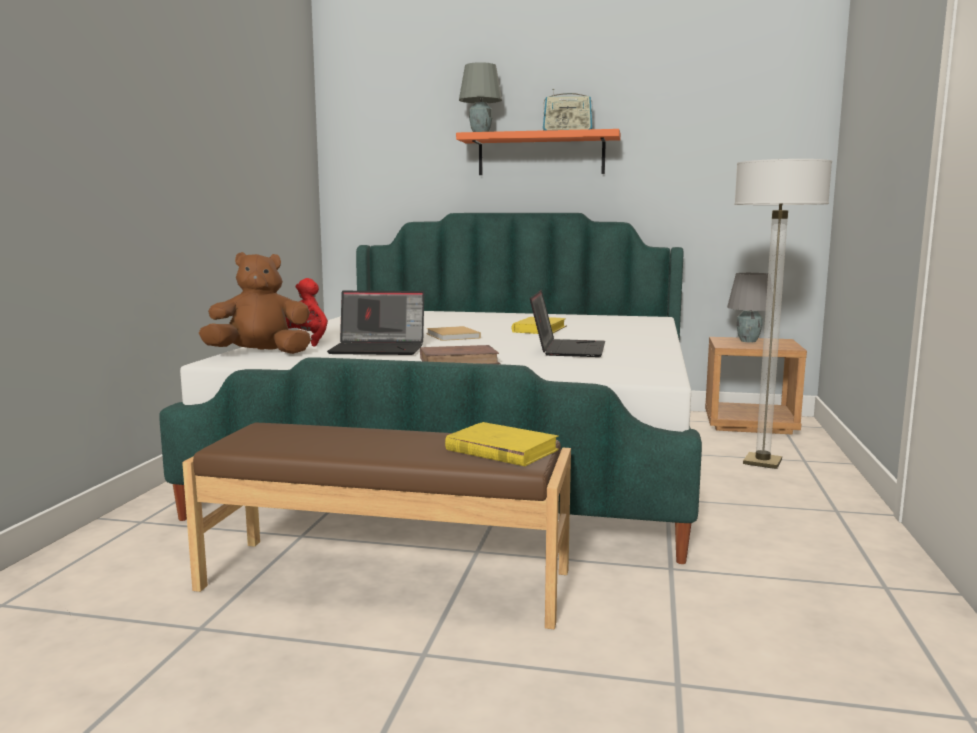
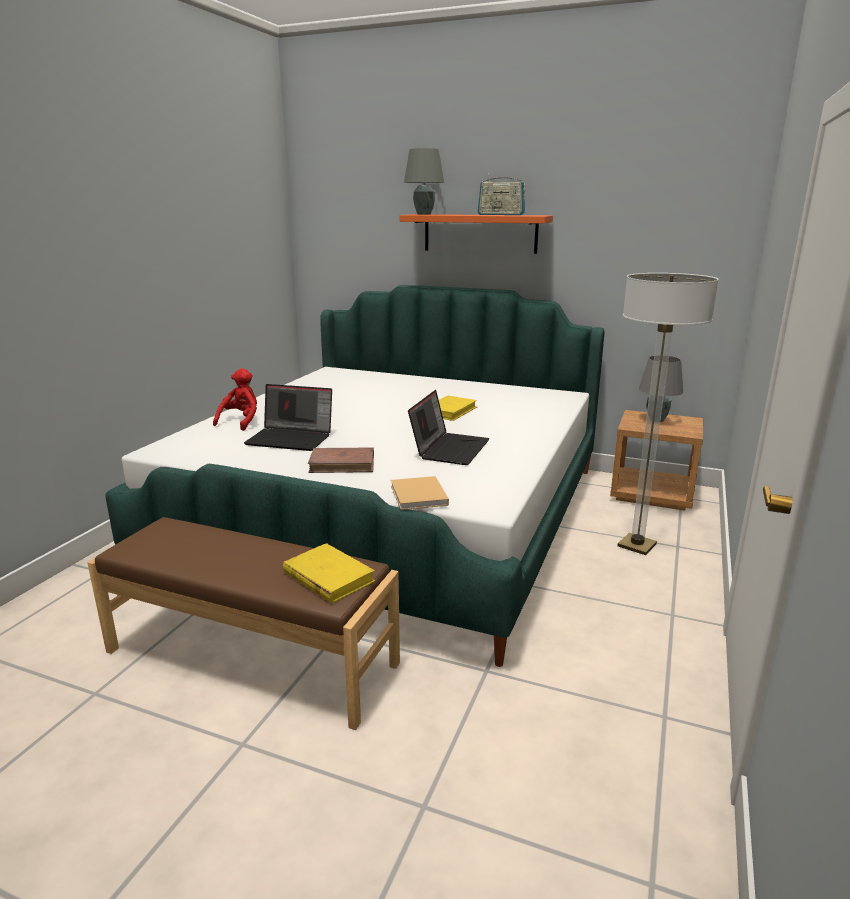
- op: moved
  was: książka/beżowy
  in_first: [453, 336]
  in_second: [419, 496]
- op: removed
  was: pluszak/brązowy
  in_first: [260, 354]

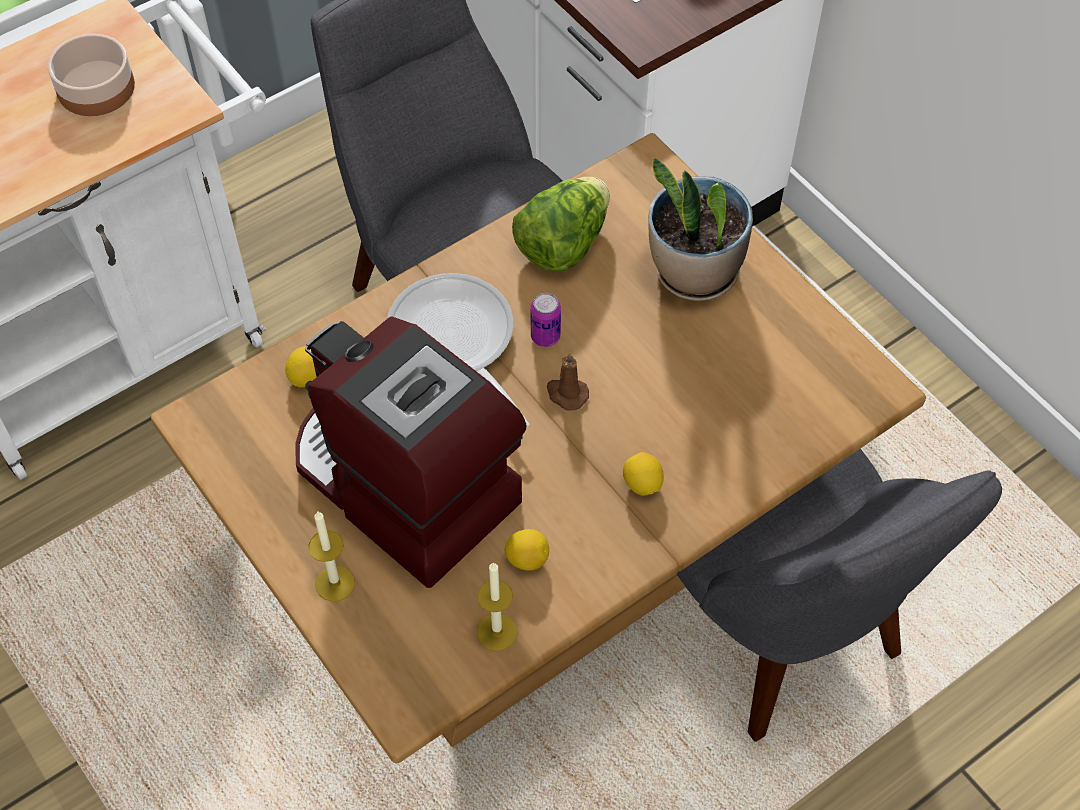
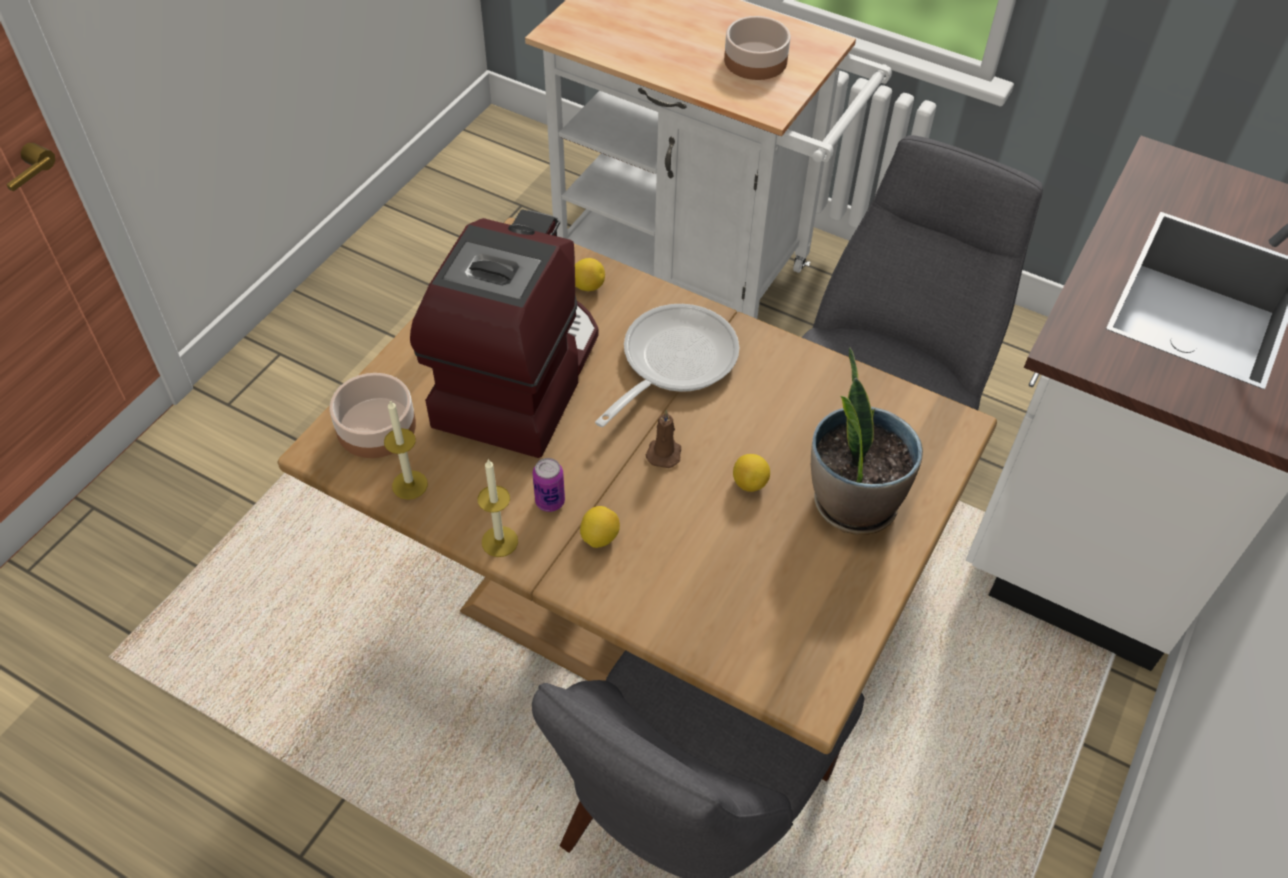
- op: added
  now: miska
  in_second: [376, 426]
- op: moved
  was: świeca
  in_first: [335, 583]
  in_second: [499, 541]
- op: moved
  was: puszka
  in_first: [545, 336]
  in_second: [550, 501]
- op: moved
  was: cytryna
  in_first: [527, 559]
  in_second: [749, 483]
- op: removed
  was: sałata
  in_first: [563, 244]

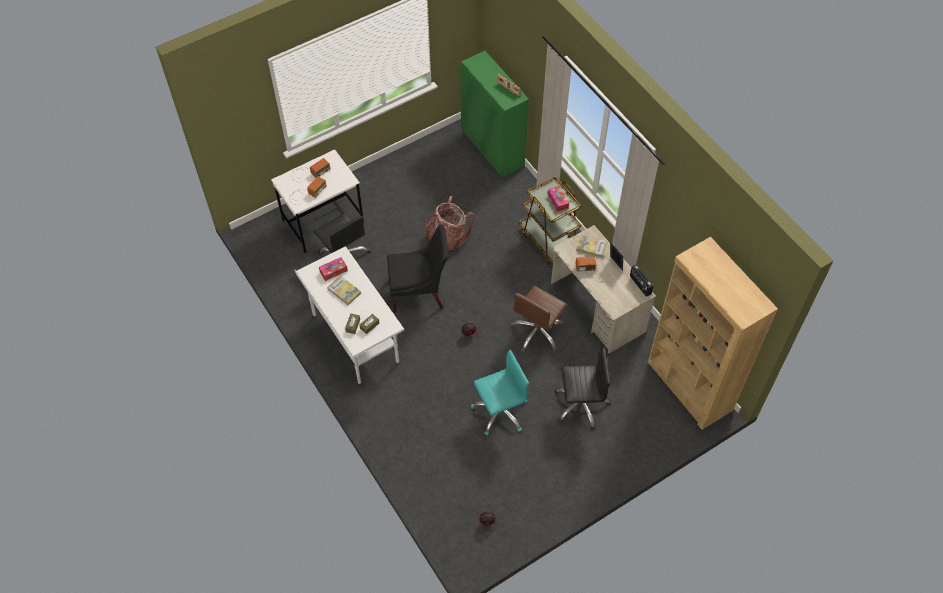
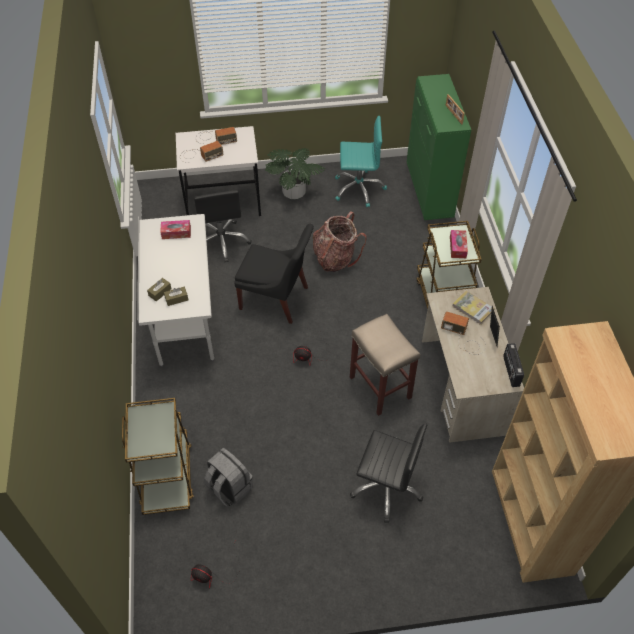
- op: added
  now: wózek/brązowy
  in_second: [167, 476]
- op: added
  now: plecak/szary
  in_second: [229, 488]
- op: added
  now: roślina doniczkowa
  in_second: [294, 193]
- op: moved
  was: krzesło biurowe/turkusowy
  in_first: [500, 411]
  in_second: [358, 188]
- op: replaced
  was: krzesło biurowe/brązowy
  now: stołek/beżowy
  in_first: [537, 332]
  in_second: [379, 387]
- op: removed
  was: książka
  in_first: [344, 291]

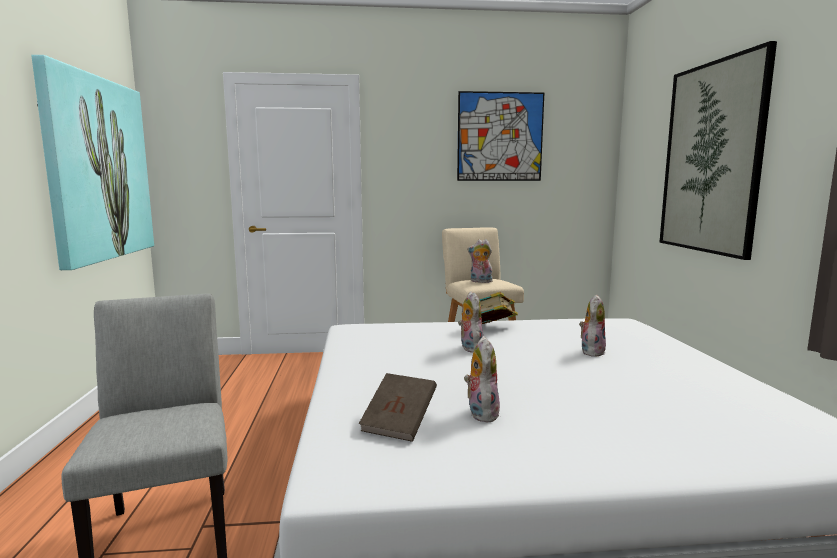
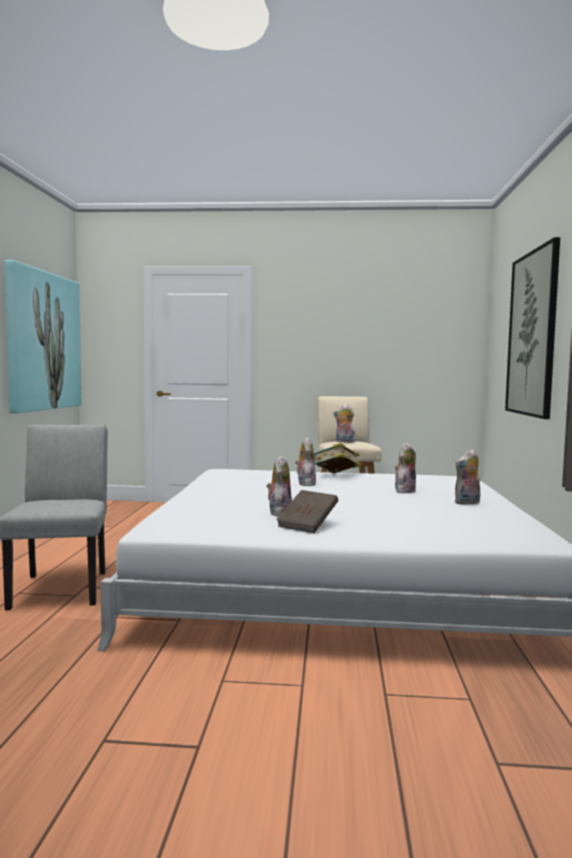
- op: moved
  was: książka/brązowy
  in_first: [399, 423]
  in_second: [307, 525]
- op: added
  now: pluszak
  in_second: [467, 503]
- op: removed
  was: obraz
  in_first: [500, 137]

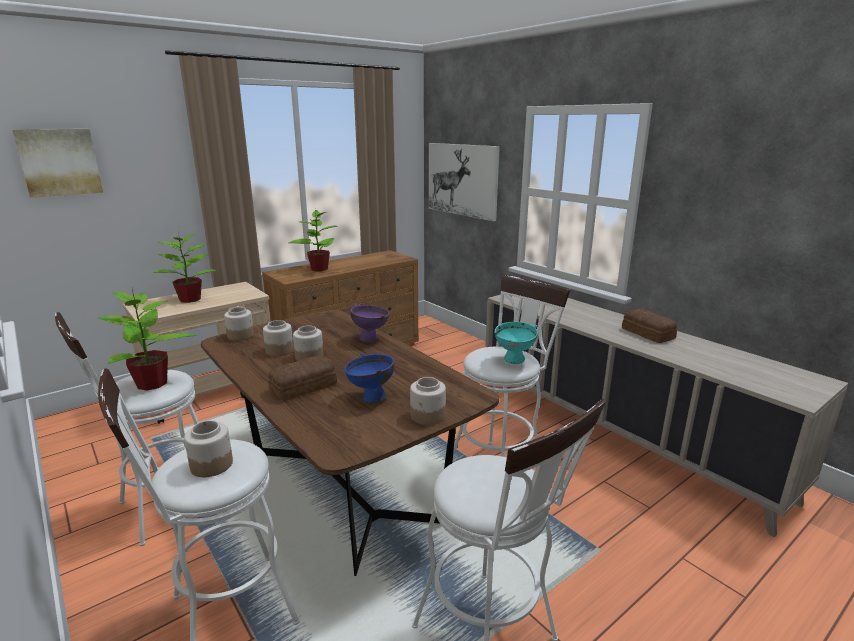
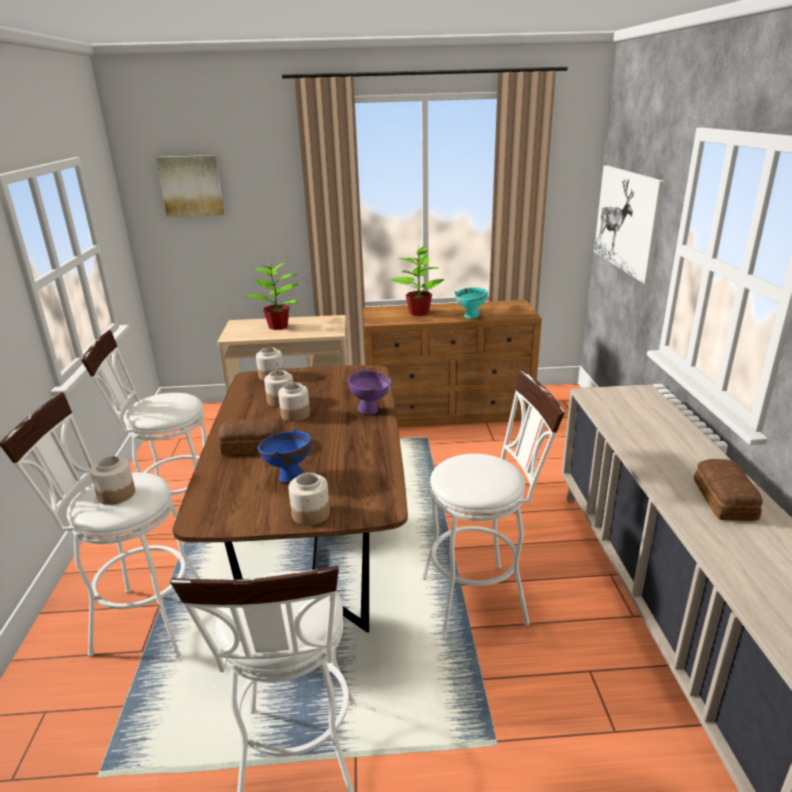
- op: moved
  was: miska/turkusowy
  in_first: [514, 361]
  in_second: [471, 317]
- op: removed
  was: roślina doniczkowa
  in_first: [152, 384]

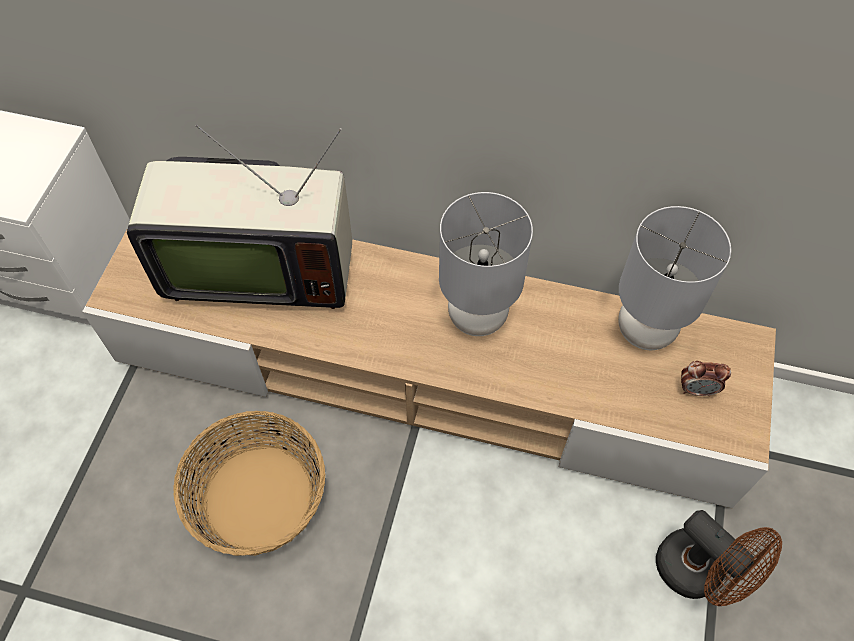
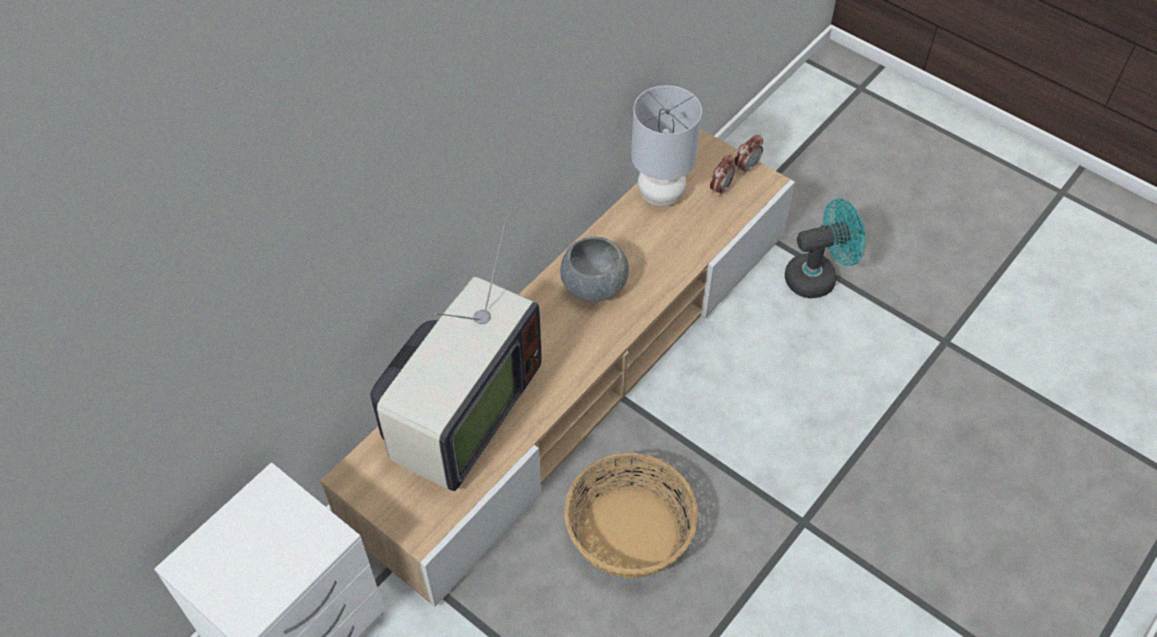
- op: replaced
  was: lampa stołowa/szary
  now: miska/szary
  in_first: [477, 316]
  in_second: [594, 285]
- op: added
  now: budzik
  in_second: [746, 167]
- op: recoloured
  was: wentylator/brązowy
  now: wentylator/turkusowy
  in_first: [699, 573]
  in_second: [818, 276]

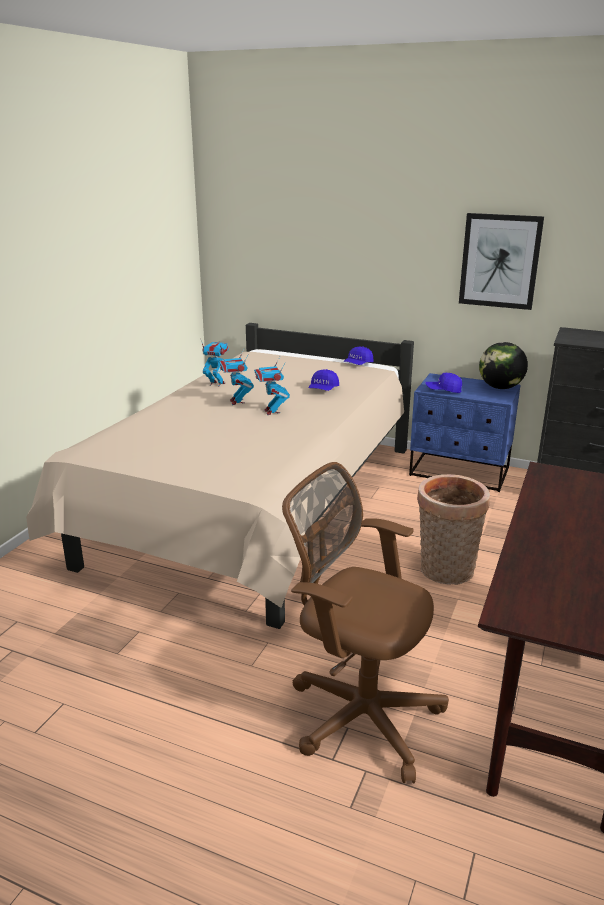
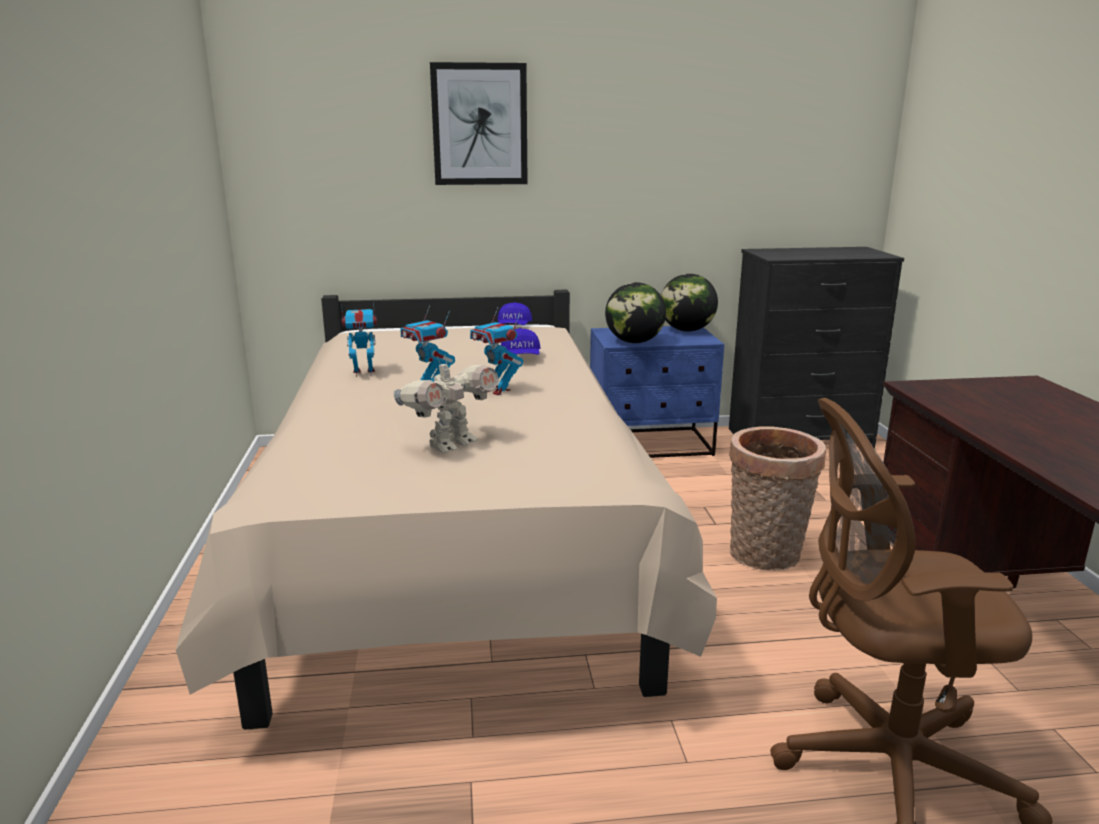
- op: added
  now: robot zabawkowy
  in_second: [450, 444]
- op: moved
  was: obraz
  in_first: [500, 261]
  in_second: [479, 124]
- op: replaced
  was: czapka z daszkiem/niebieski
  now: globus
  in_first: [443, 390]
  in_second: [634, 342]

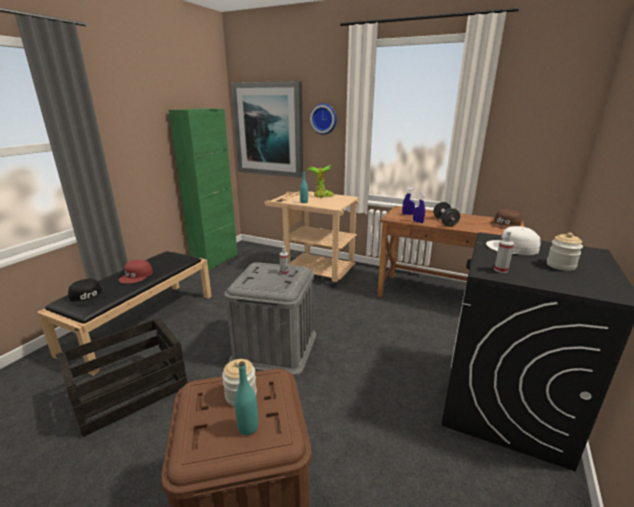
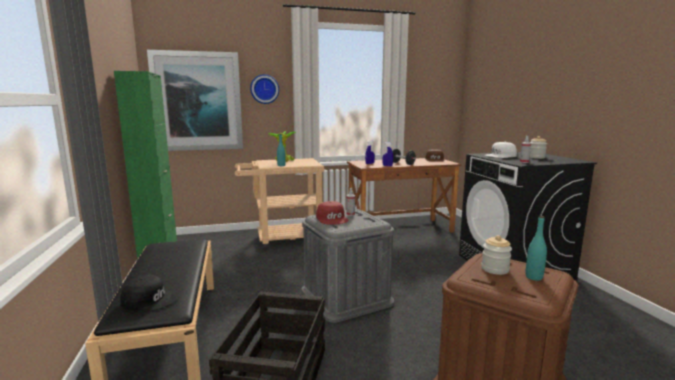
- op: moved
  was: czapka z daszkiem/czerwony
  in_first: [136, 276]
  in_second: [332, 219]

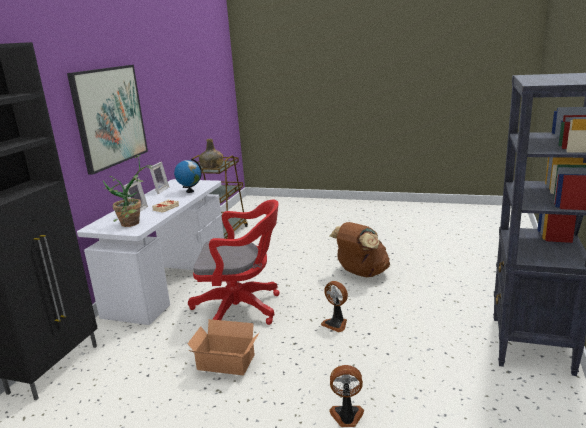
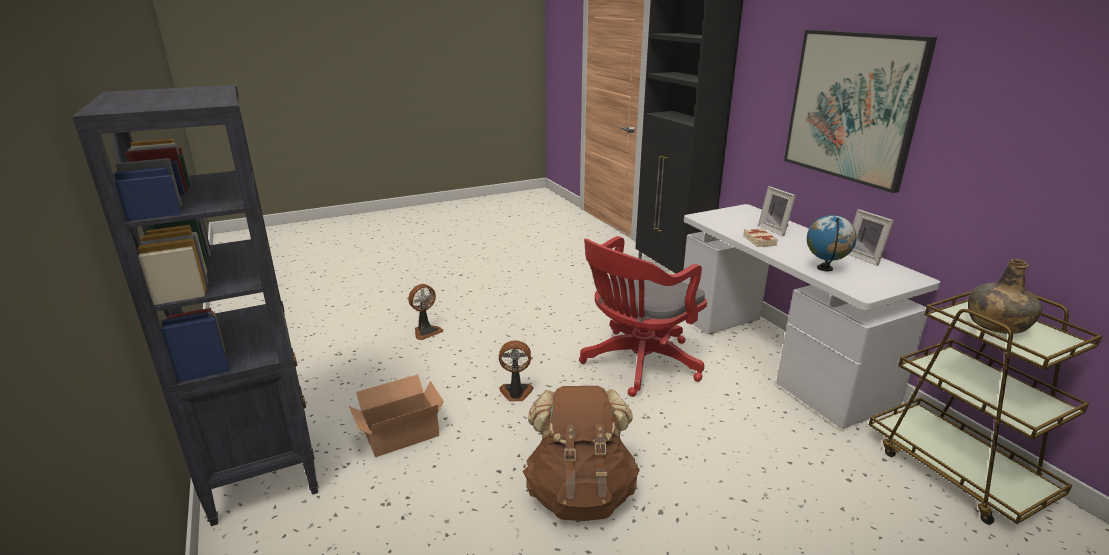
- op: moved
  was: karton
  in_first: [226, 364]
  in_second: [399, 433]
- op: removed
  was: roślina doniczkowa
  in_first: [134, 224]

